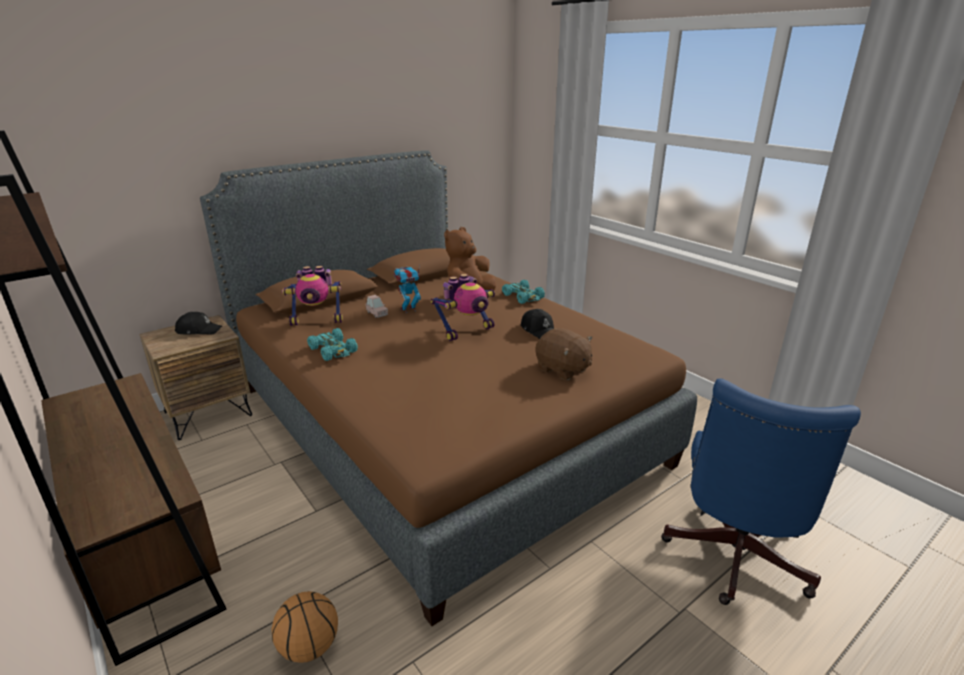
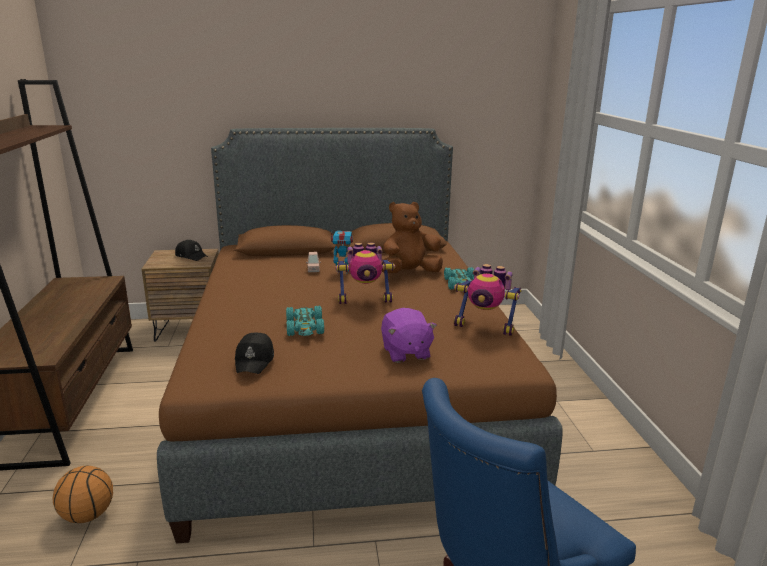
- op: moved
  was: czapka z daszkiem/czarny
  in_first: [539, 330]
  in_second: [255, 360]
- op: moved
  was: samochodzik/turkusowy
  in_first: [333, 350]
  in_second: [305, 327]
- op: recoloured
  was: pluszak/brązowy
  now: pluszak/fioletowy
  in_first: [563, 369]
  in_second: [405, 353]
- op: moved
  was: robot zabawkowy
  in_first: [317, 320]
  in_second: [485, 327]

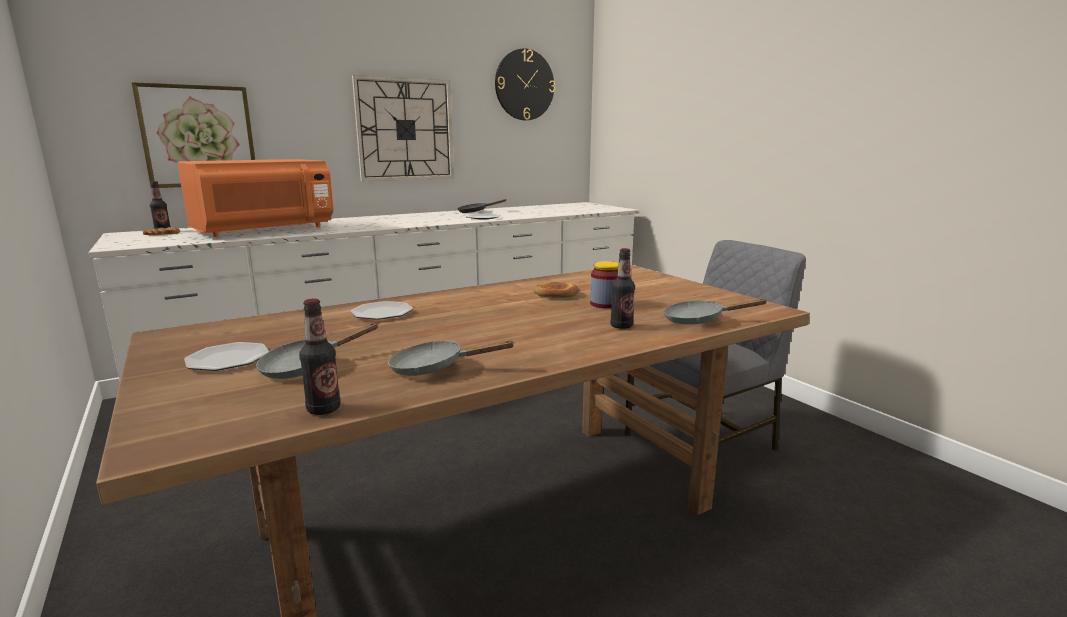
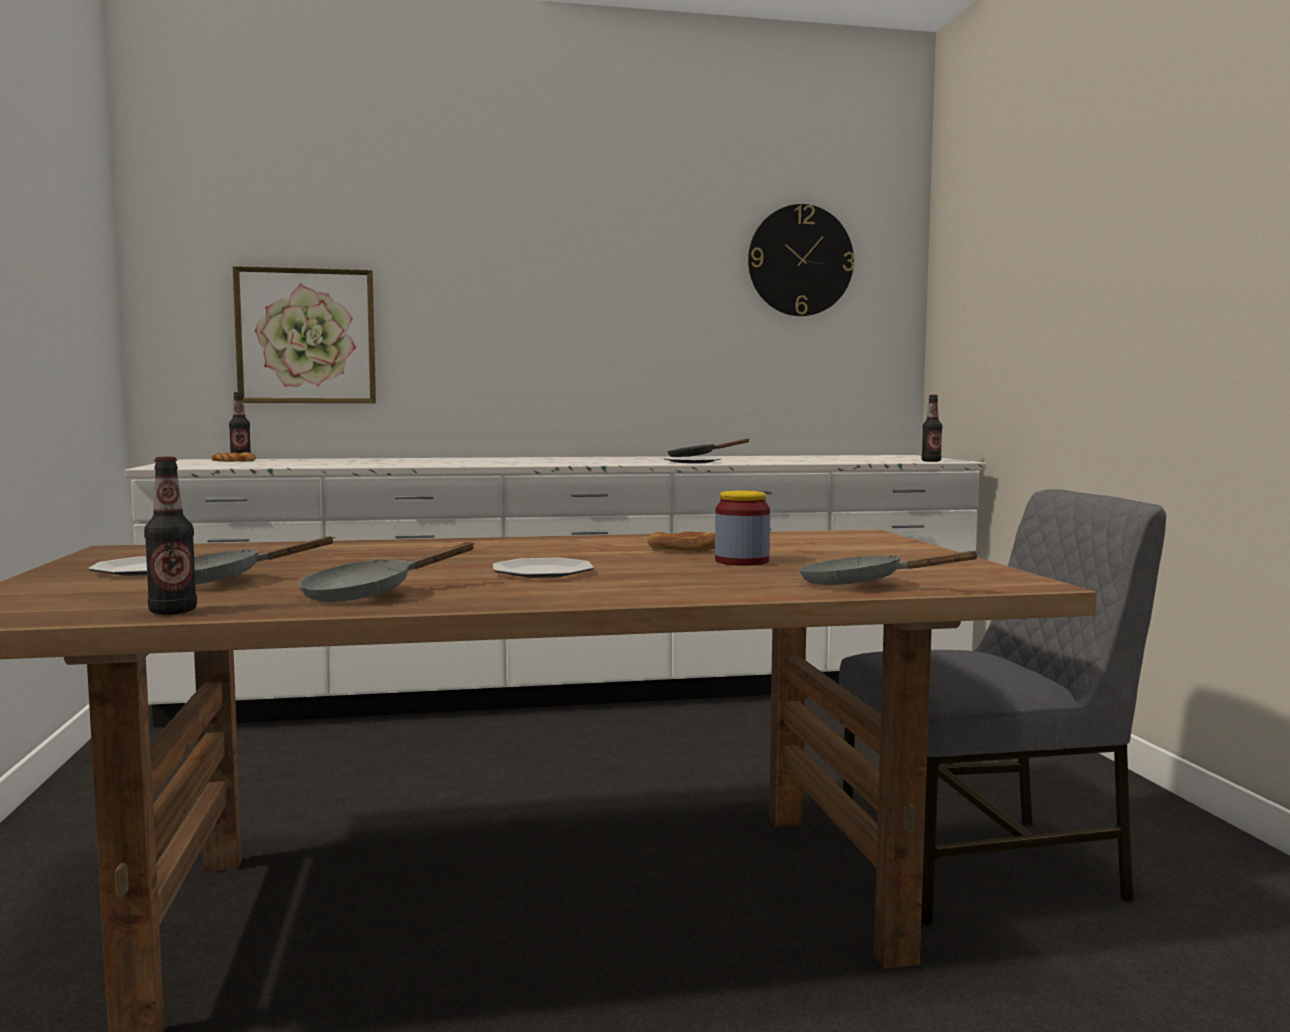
- op: turned
  was: patelnia/szary
  in_first: [435, 368]
  in_second: [368, 594]
  clockwise: -60
- op: moved
  was: talerz
  in_first: [381, 313]
  in_second: [541, 572]
- op: moved
  was: butelka
  in_first: [621, 326]
  in_second: [931, 461]
- op: removed
  was: mikrofalówka/pomarańczowy
  in_first: [264, 230]
- op: removed
  was: zegar ścienny
  in_first: [405, 130]

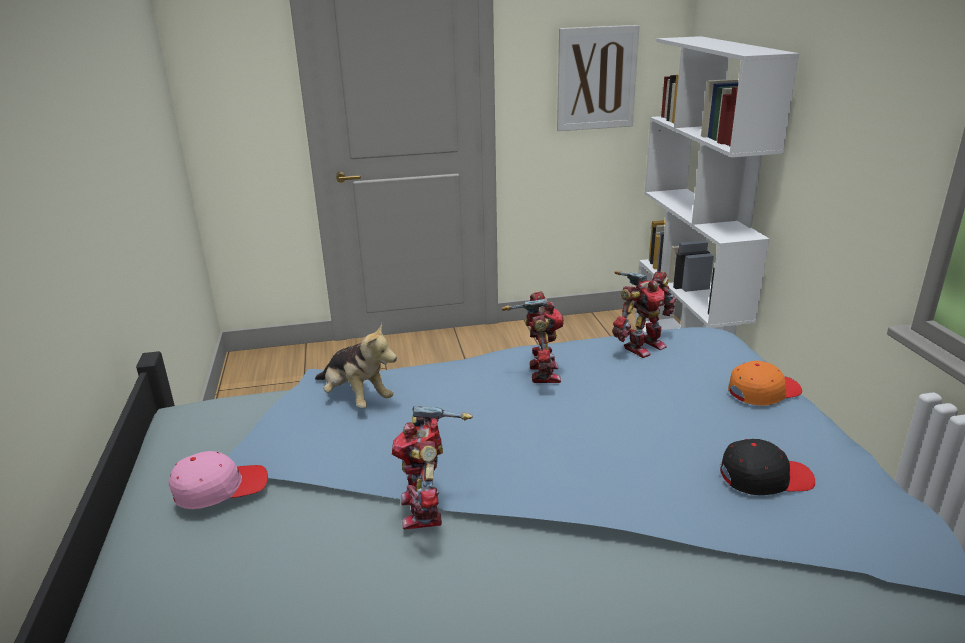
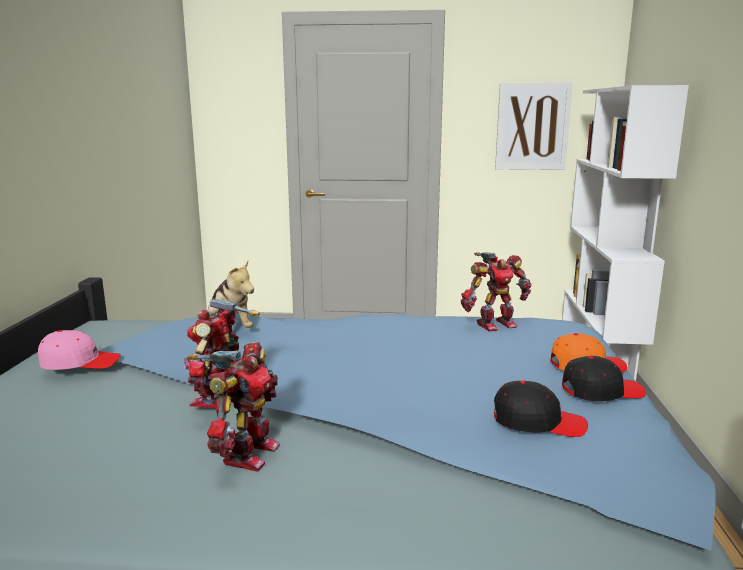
- op: moved
  was: robot zabawkowy
  in_first: [540, 373]
  in_second: [247, 453]
- op: added
  now: czapka z daszkiem/czarny
  in_second: [601, 391]

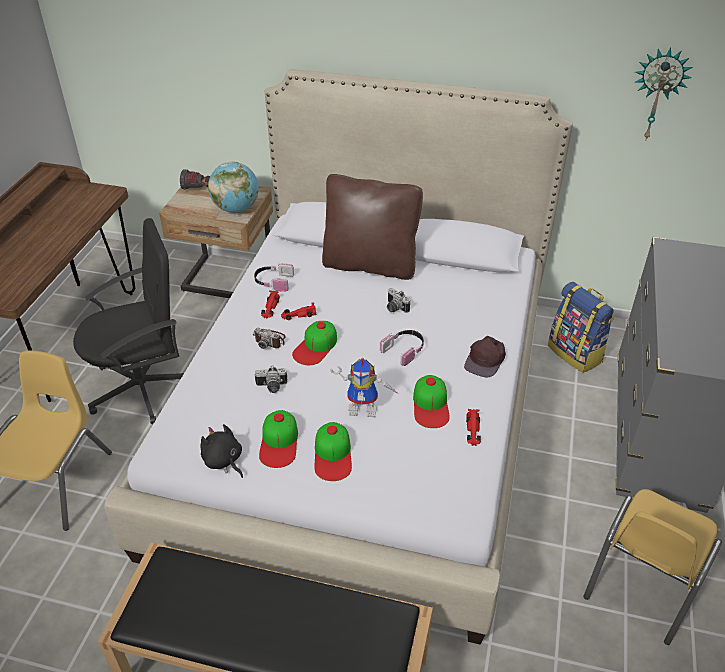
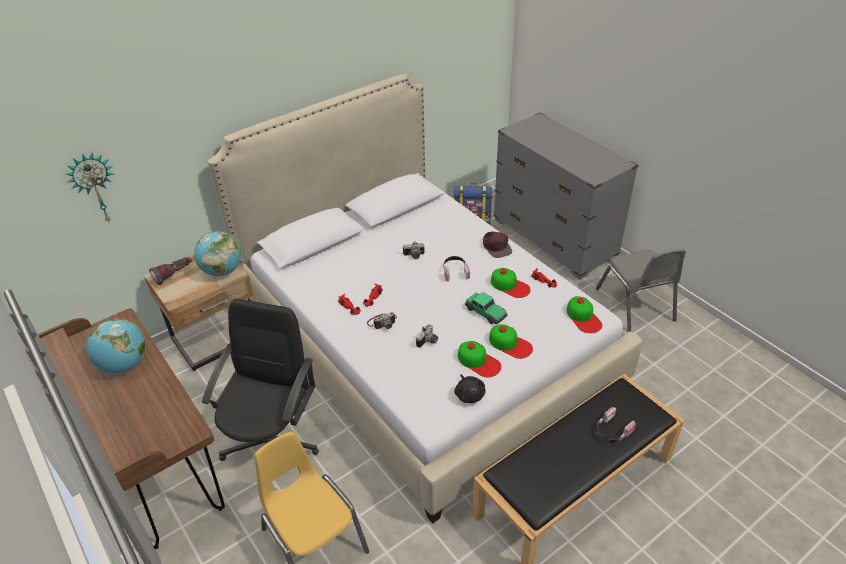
- op: moved
  was: zegar ścienny
  in_first: [657, 94]
  in_second: [95, 188]
- op: added
  now: globus
  in_second: [124, 364]
- op: turned
  was: pluszak/czarny
  in_first: [223, 461]
  in_second: [469, 394]
  clockwise: -105
- op: replaced
  was: robot zabawkowy
  now: samochodzik
  in_first: [365, 408]
  in_second: [486, 312]
- op: moved
  was: czapka z daszkiem
  in_first: [315, 346]
  in_second: [583, 317]
- op: recoloured
  was: krzesło/żółty
  now: krzesło/szary
  in_first: [644, 580]
  in_second: [635, 304]
- op: moved
  was: słuchawki
  in_first: [273, 282]
  in_second: [612, 431]
- op: removed
  was: poduszka/brązowy
  in_first: [370, 265]

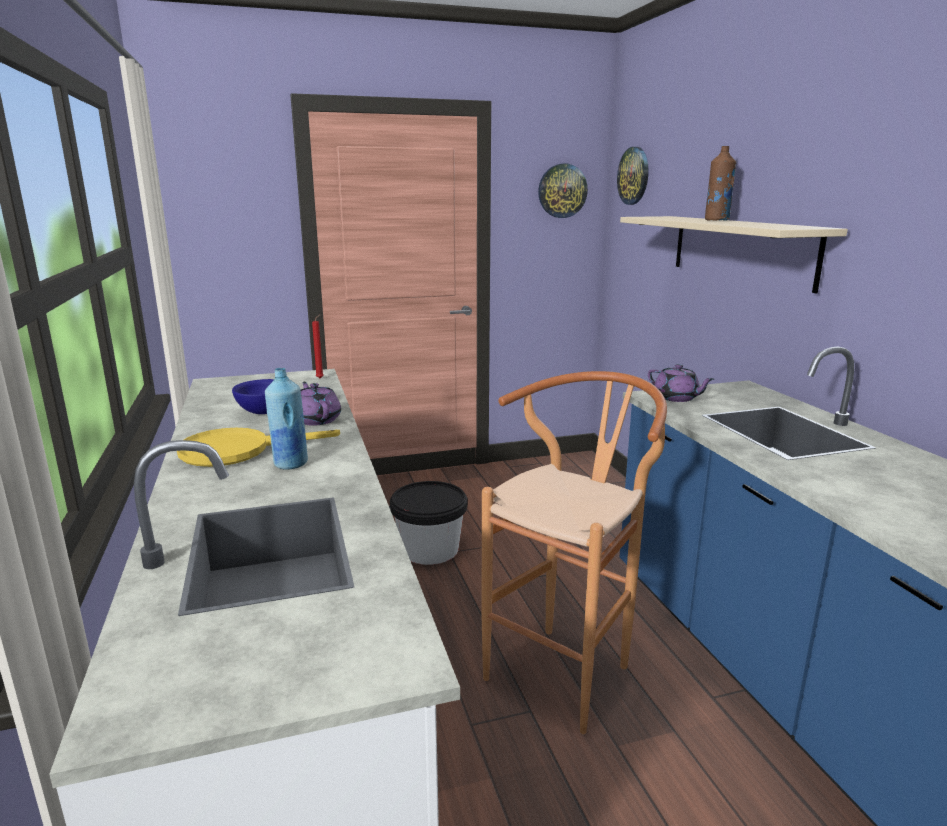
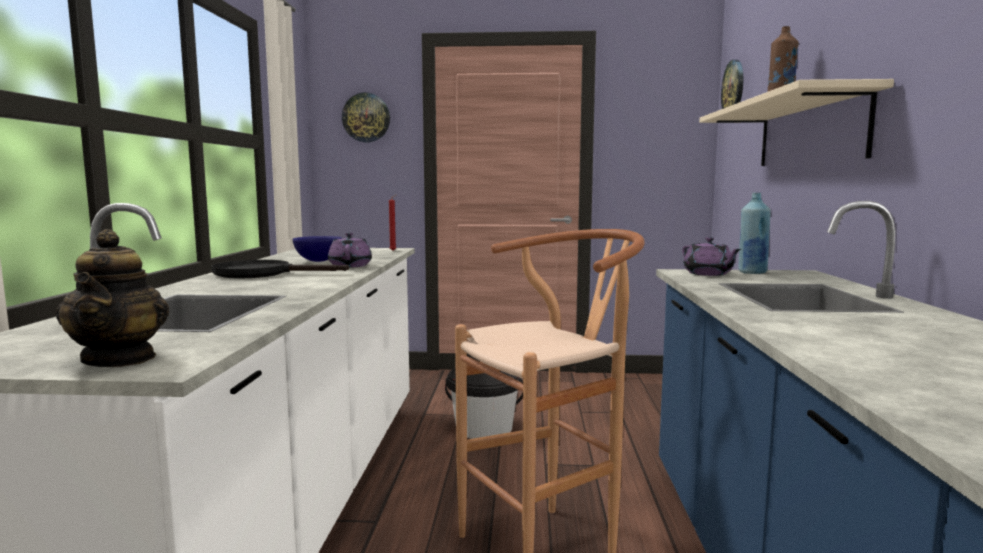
- op: added
  now: imbryk
  in_second: [120, 359]
- op: recoloured
  was: patelnia/żółty
  now: patelnia/czarny
  in_first: [238, 451]
  in_second: [263, 273]
- op: moved
  was: zegar ścienny
  in_first: [562, 191]
  in_second: [366, 117]
- op: moved
  was: butelka/niebieski
  in_first: [290, 464]
  in_second: [752, 272]

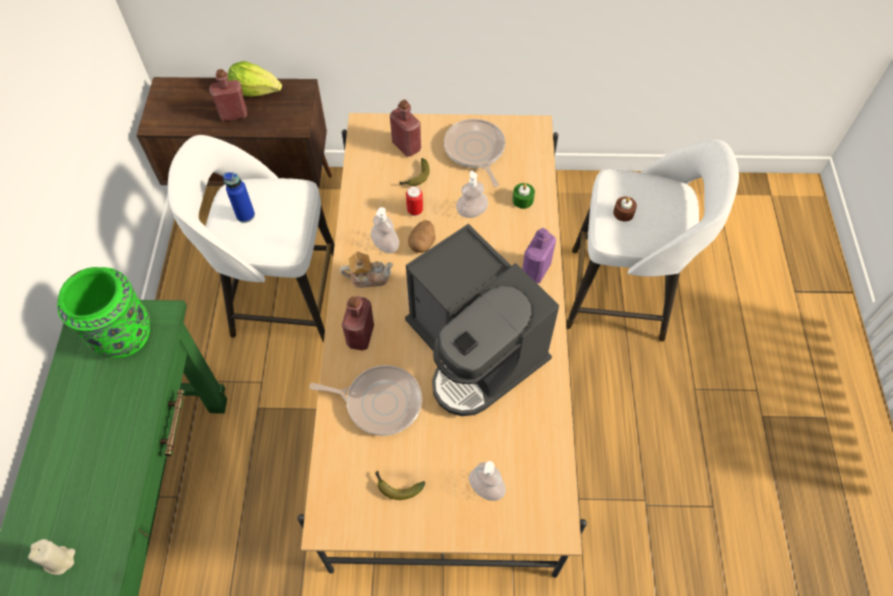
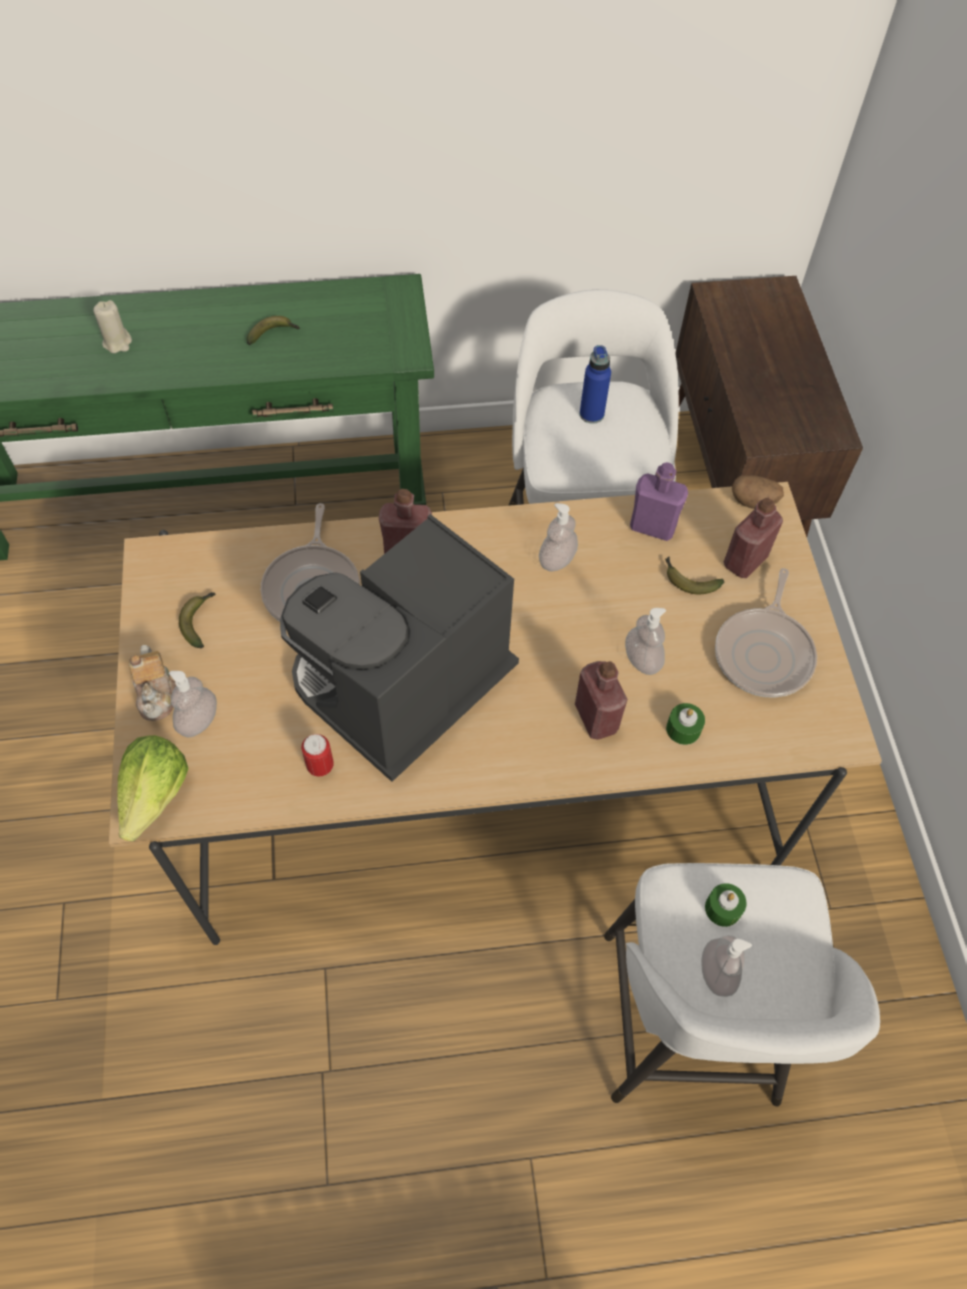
- op: moved
  was: sałata
  in_first: [256, 90]
  in_second: [155, 795]
- op: moved
  was: imbryk
  in_first: [368, 277]
  in_second: [157, 694]
- op: added
  now: banan
  in_second: [273, 334]
- op: moved
  was: puszka
  in_first: [415, 211]
  in_second: [320, 766]
- op: moved
  was: butelka/czerwony
  in_first: [233, 114]
  in_second: [596, 717]
- op: moved
  was: butelka/fioletowy
  in_first: [536, 270]
  in_second: [652, 527]
- op: added
  now: dozownik mydła
  in_second: [717, 972]
- op: recoloured
  was: świeca/brązowy
  now: świeca/zielony
  in_first: [623, 213]
  in_second: [723, 908]
- op: turned
  was: patelnia
  in_first: [475, 151]
  in_second: [764, 652]
  clockwise: 135
- op: moved
  was: ziemniak
  in_first: [422, 243]
  in_second: [753, 501]
- op: removed
  was: wazon/zielony
  in_first: [121, 335]

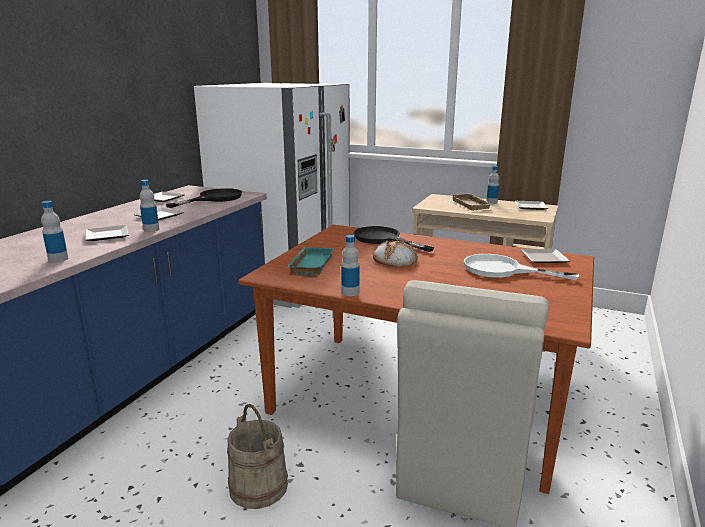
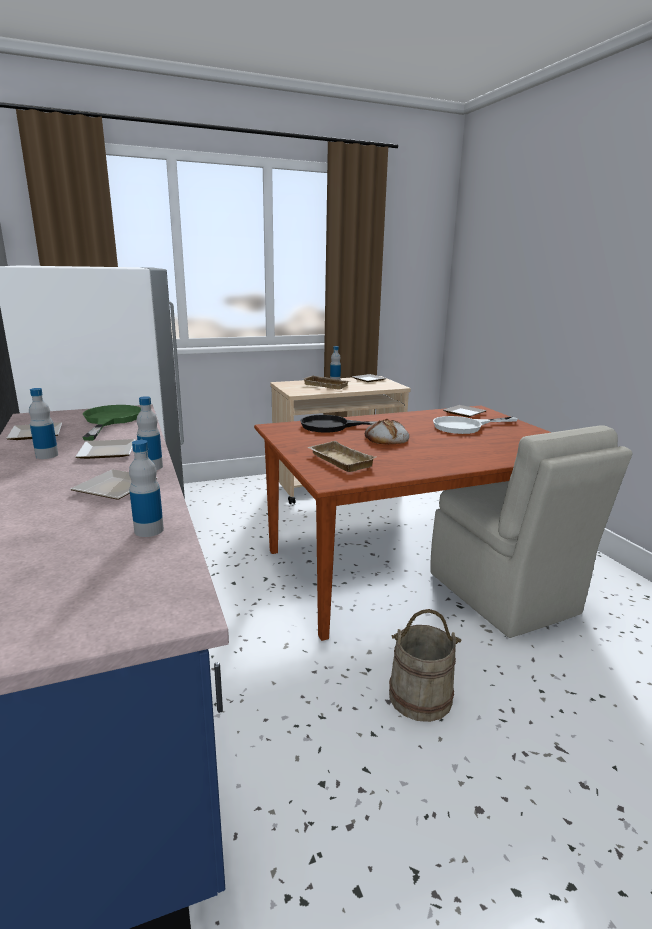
- op: moved
  was: butelka
  in_first: [350, 292]
  in_second: [47, 455]
- op: recoloured
  was: patelnia/czarny
  now: patelnia/zielony
  in_first: [214, 198]
  in_second: [110, 420]
- op: recoloured
  was: taca/turkusowy
  now: taca/beżowy
  in_first: [310, 264]
  in_second: [338, 461]

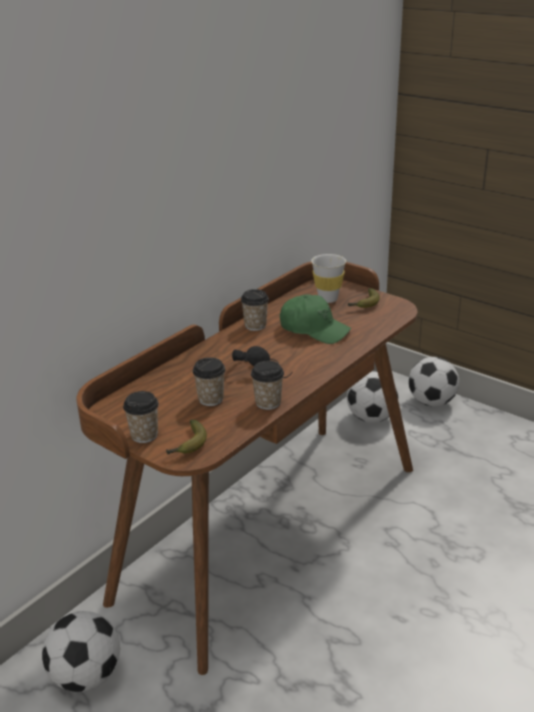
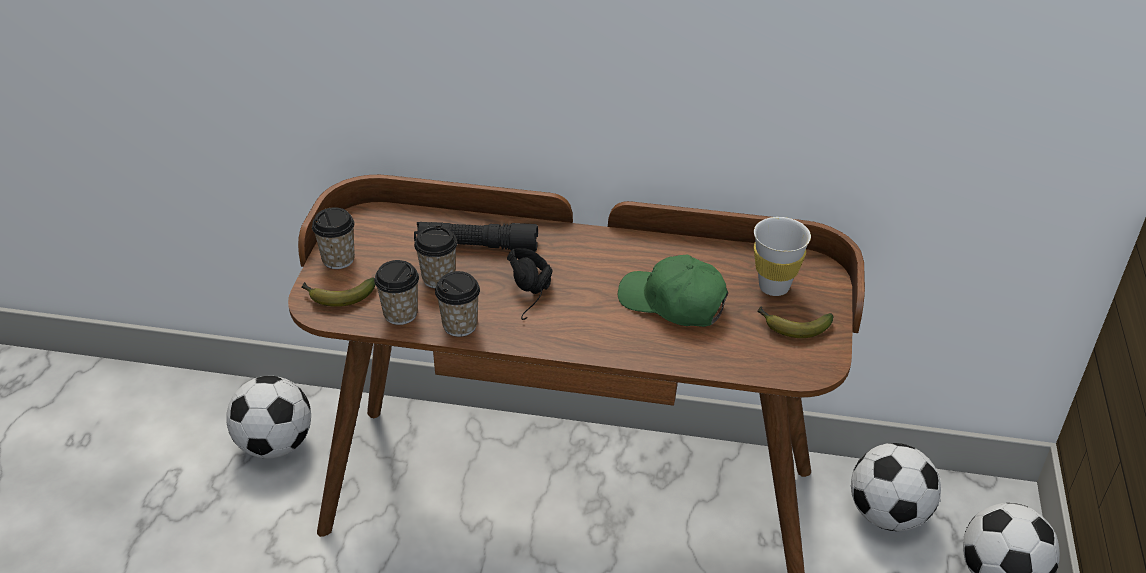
- op: moved
  was: filiżanka
  in_first: [255, 326]
  in_second: [400, 314]
- op: added
  now: latarka/czarny
  in_second: [476, 246]
- op: turned
  was: czapka z daszkiem/zielony
  in_first: [314, 329]
  in_second: [673, 303]
  clockwise: 120

